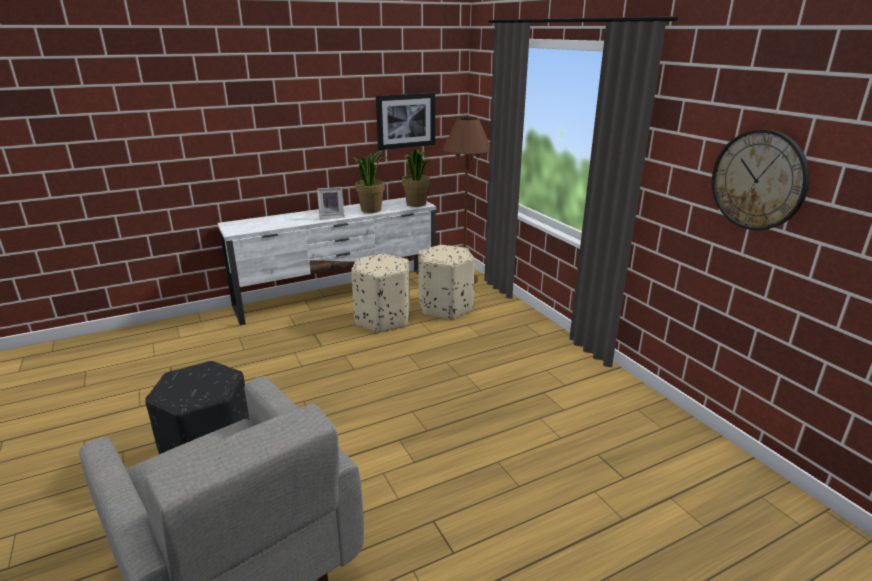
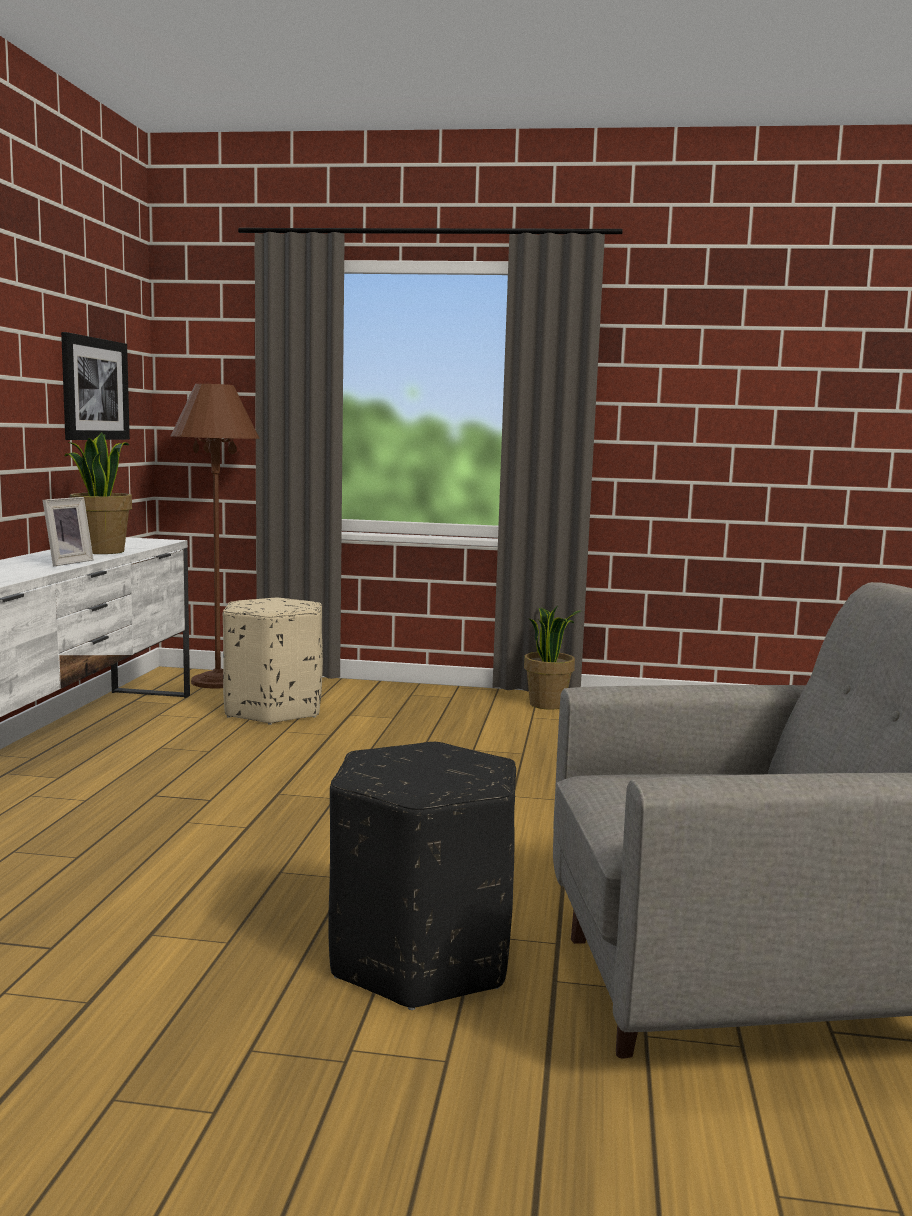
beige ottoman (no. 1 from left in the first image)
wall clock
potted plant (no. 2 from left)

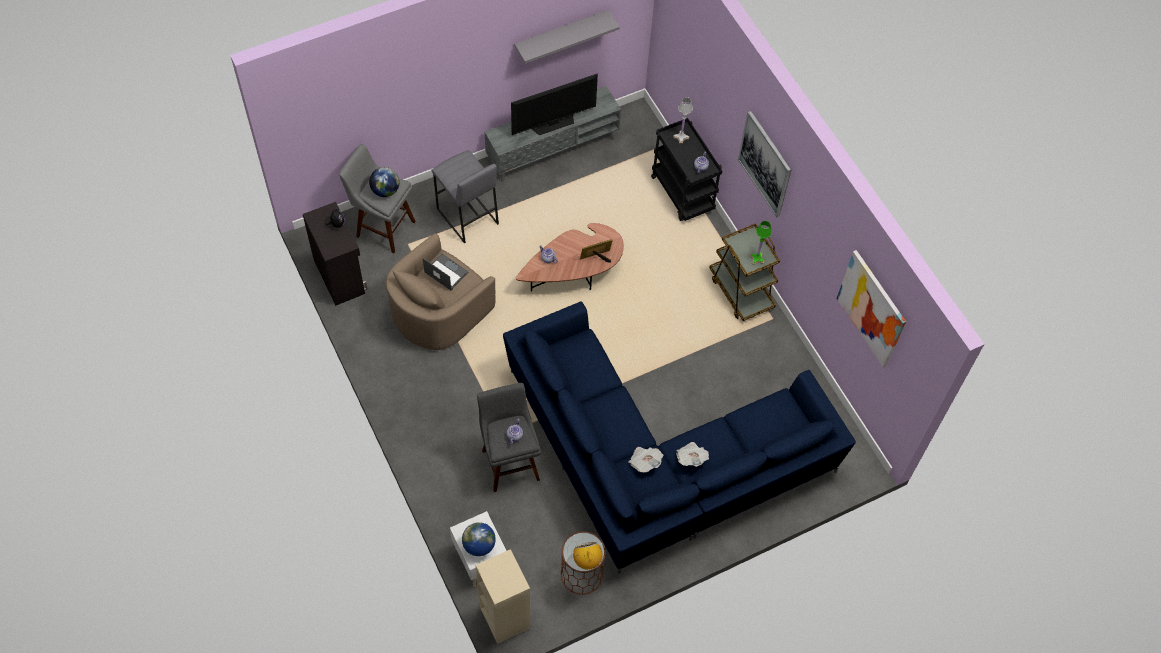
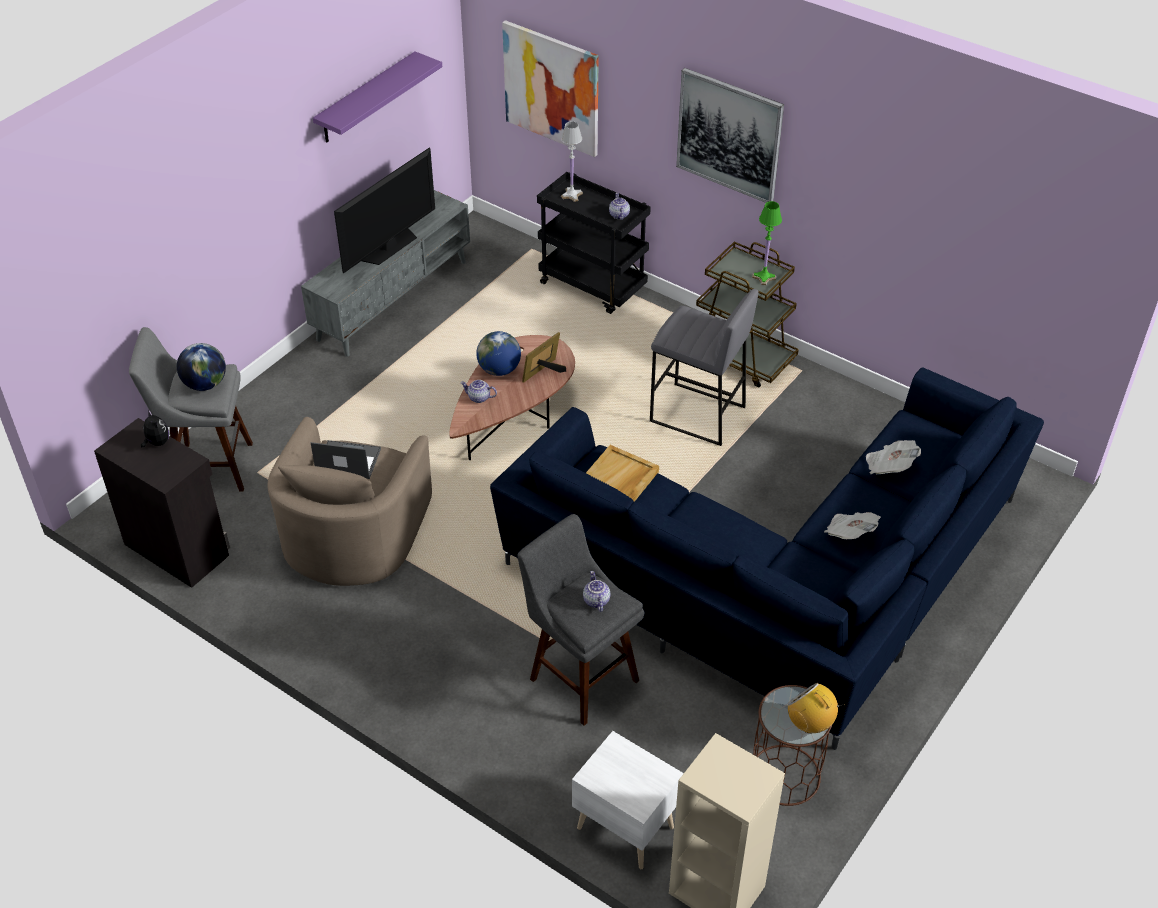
beige tray
grey stool (no. 3 from left)
globe (no. 2 from left)
newspaper (no. 2 from left)
picture (no. 1 from left)
purple shelf

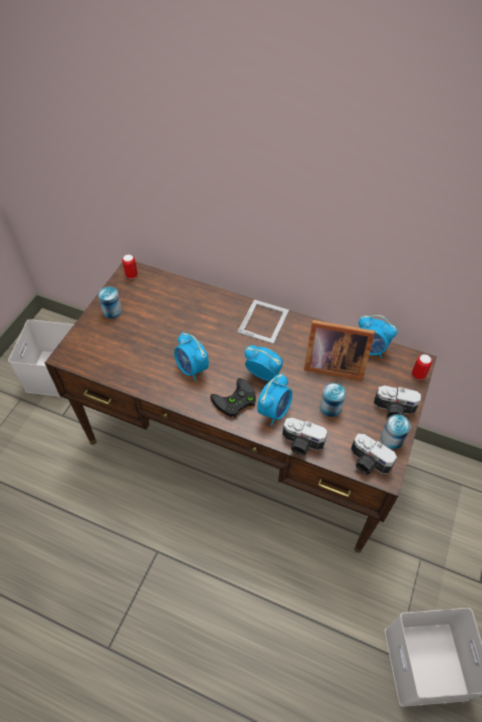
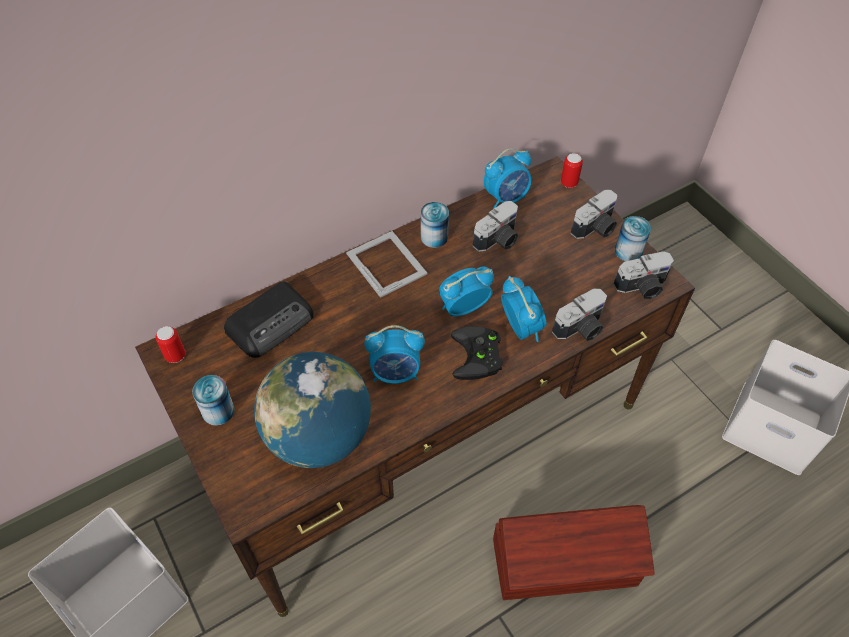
radio
globe
brown storage box
can (no. 3 from left)
photo camera (no. 1 from left)

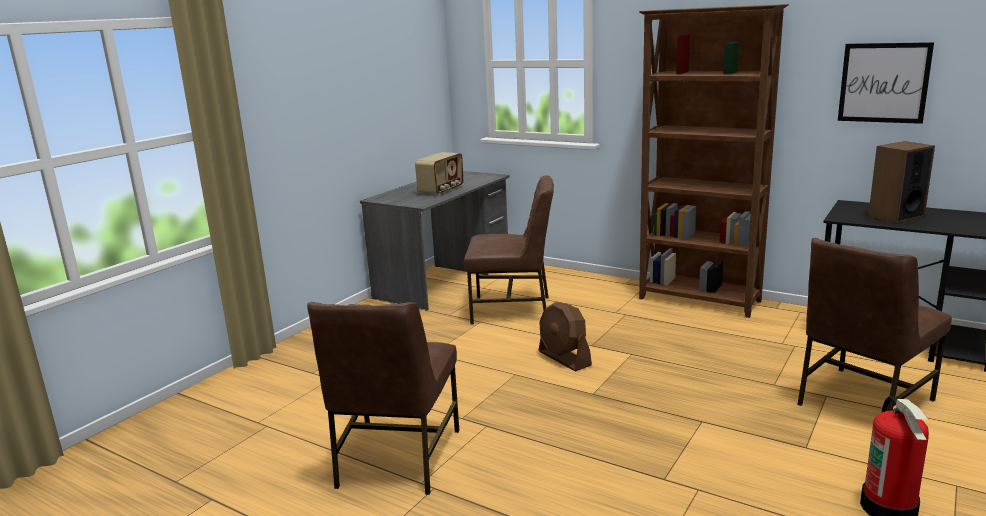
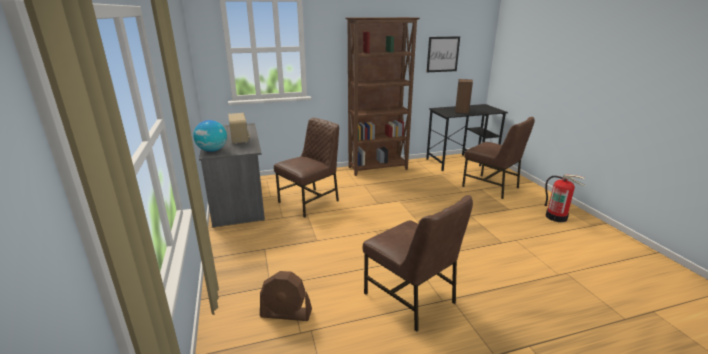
globe
brown fan
brown chair (no. 3 from left)

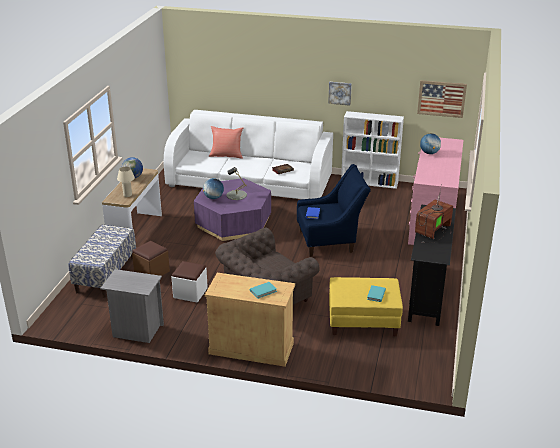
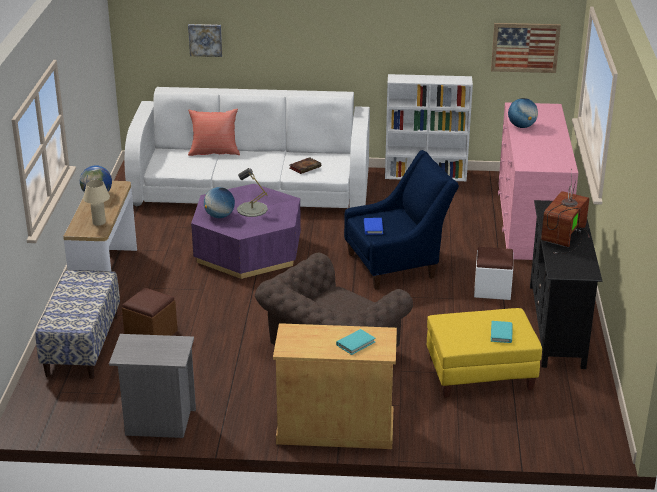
white ottoman
picture (no. 1 from left)

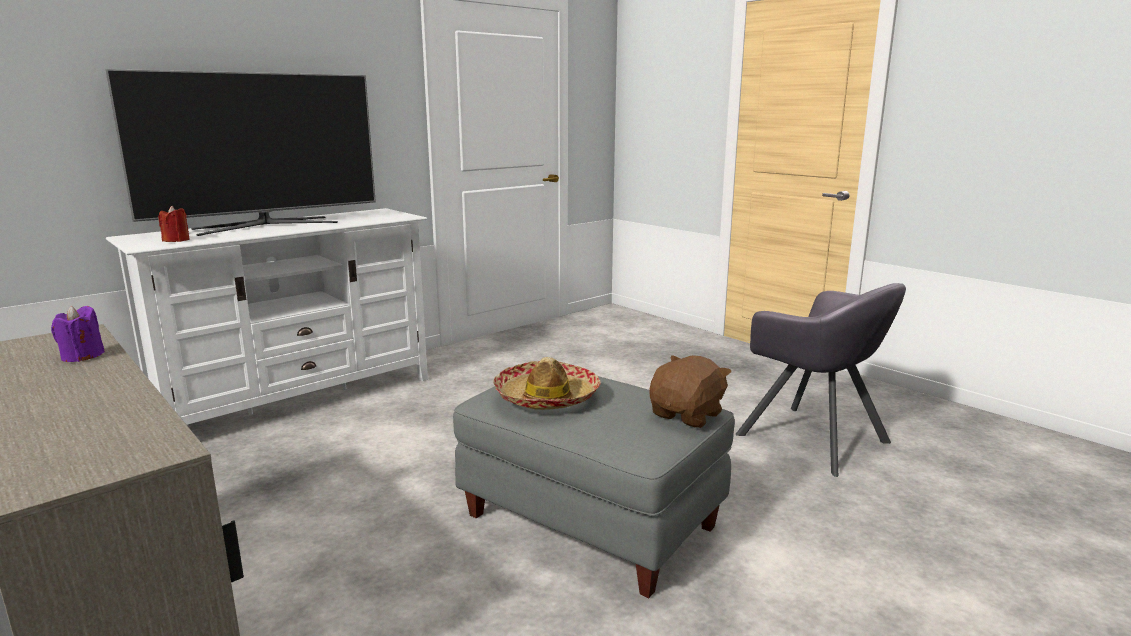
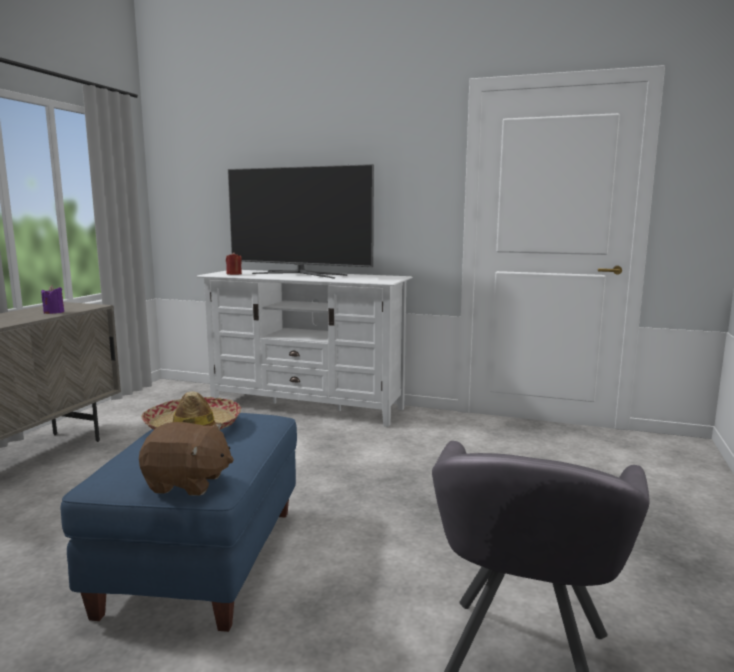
blue ottoman

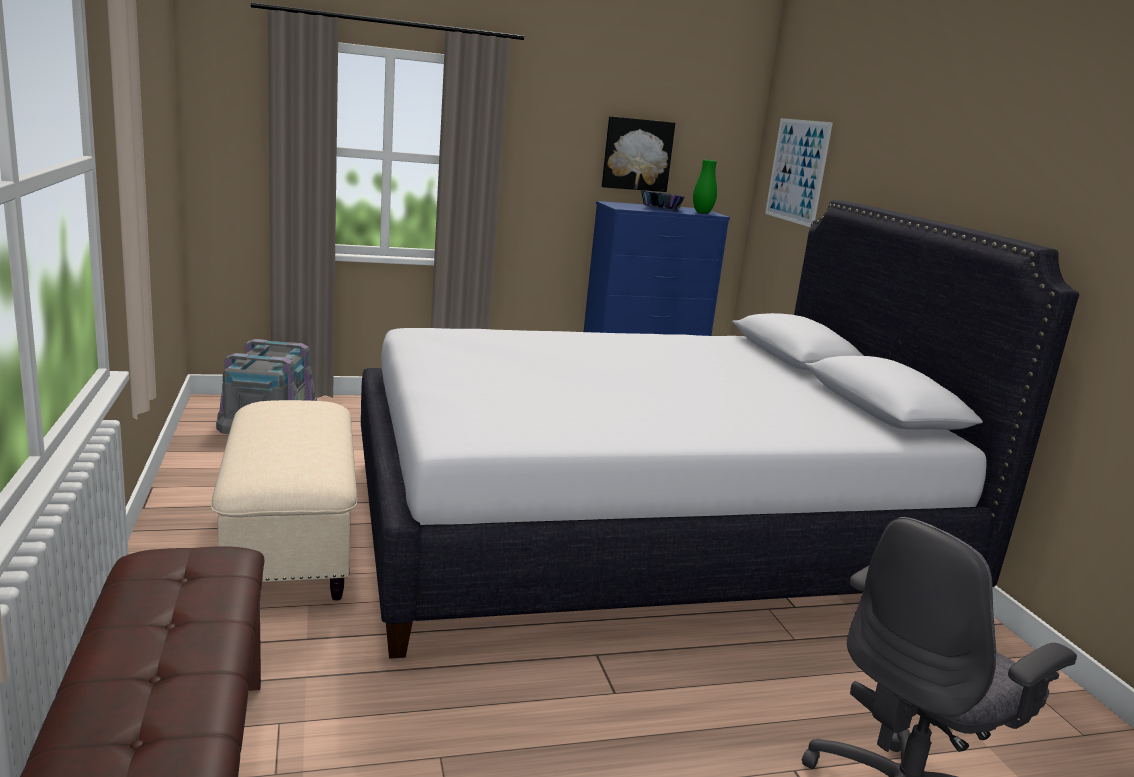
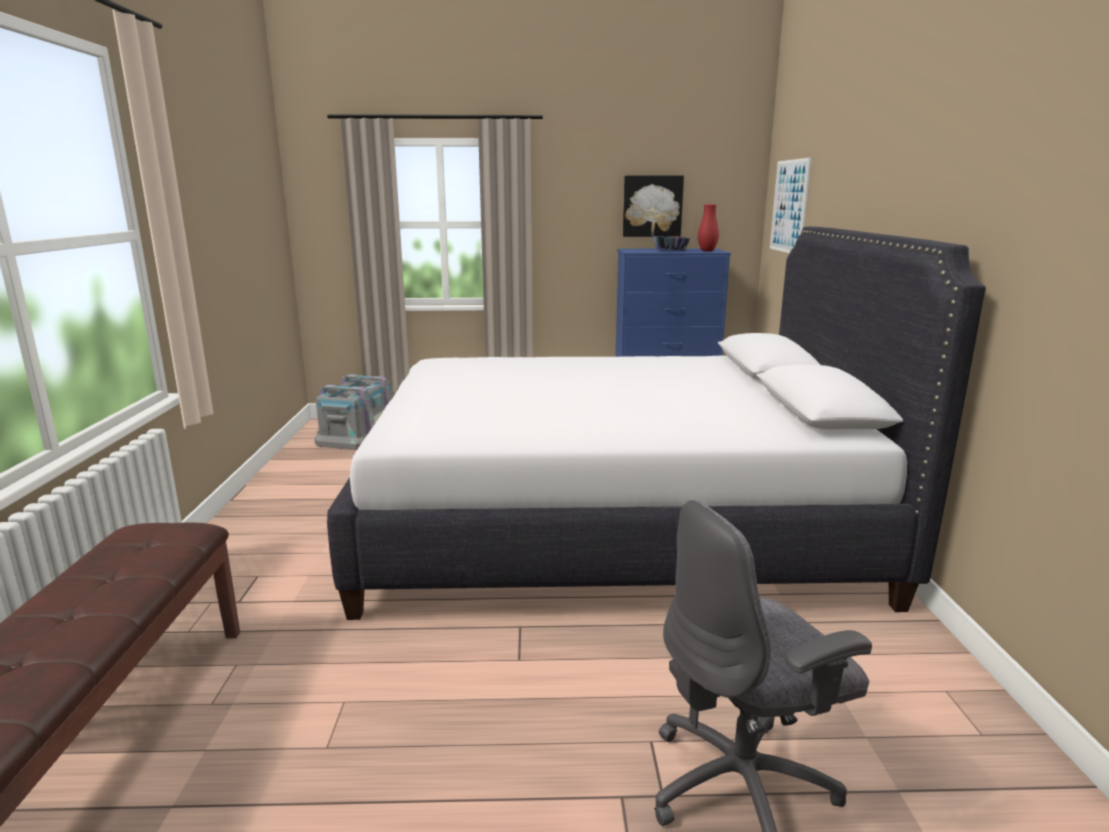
beige ottoman
red vase

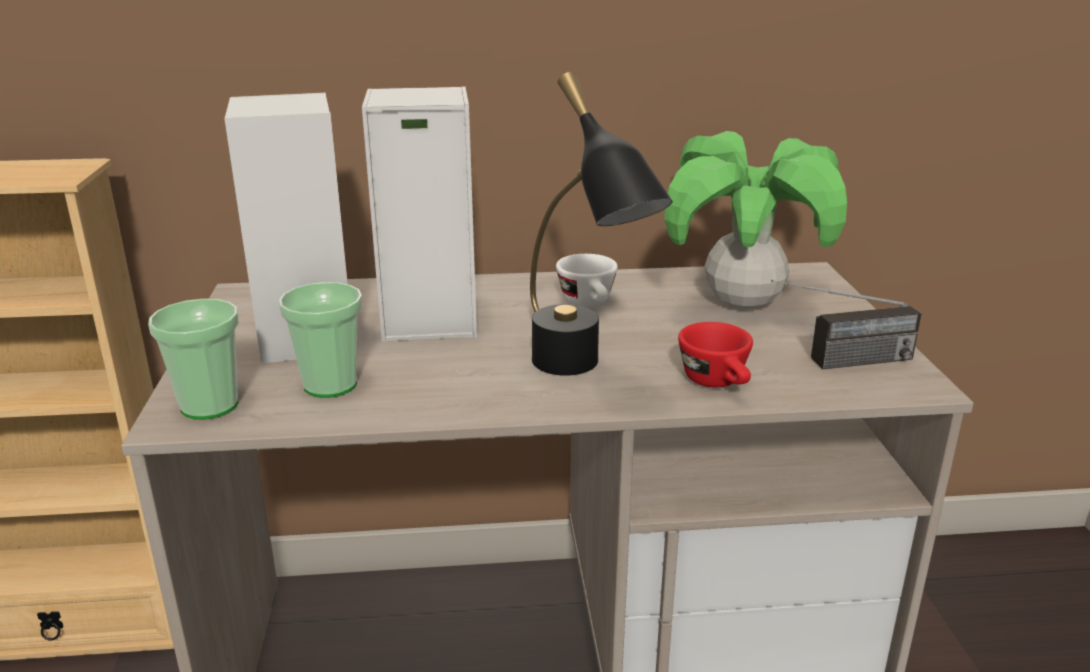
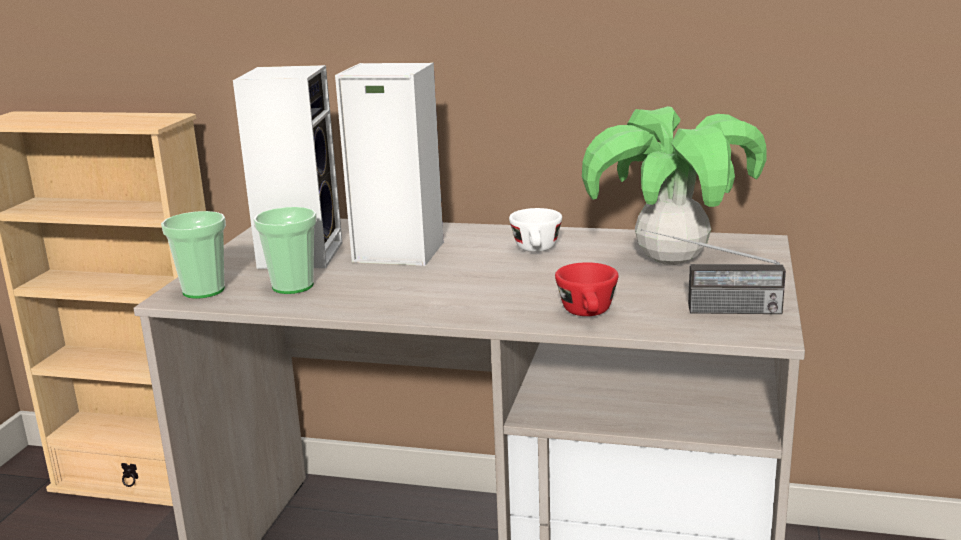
black table lamp

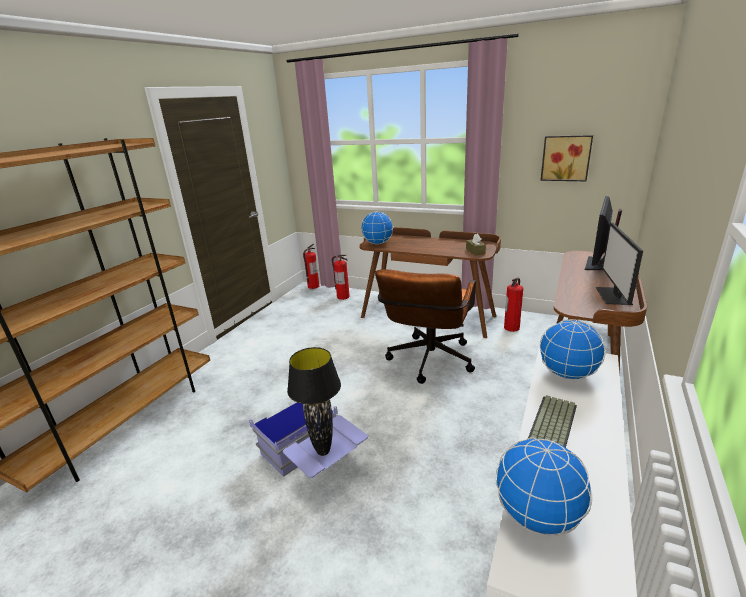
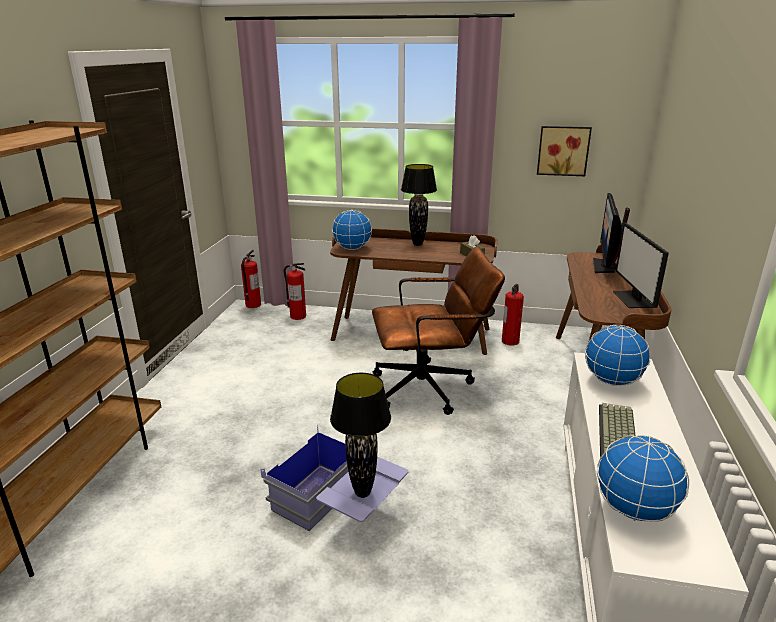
black table lamp (no. 2 from left)
brown office chair

